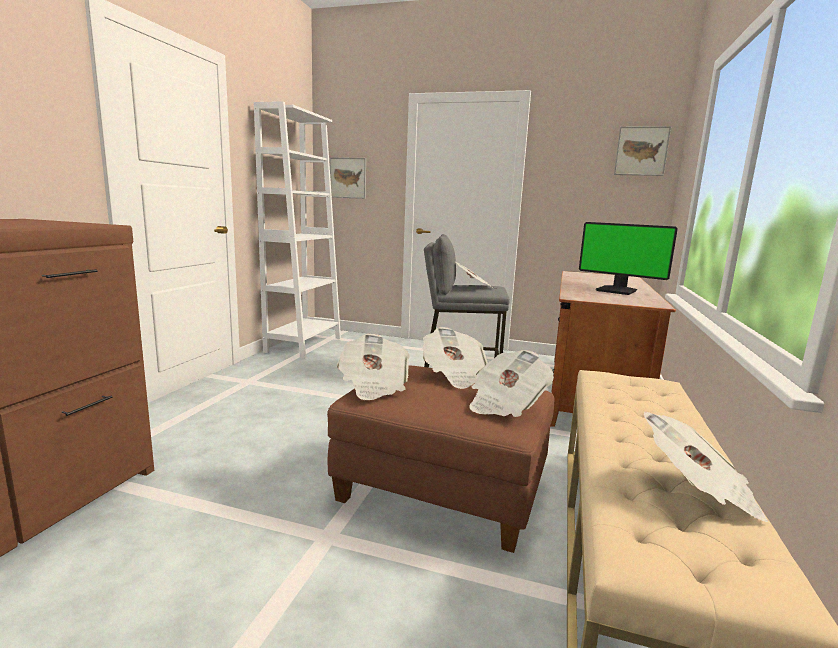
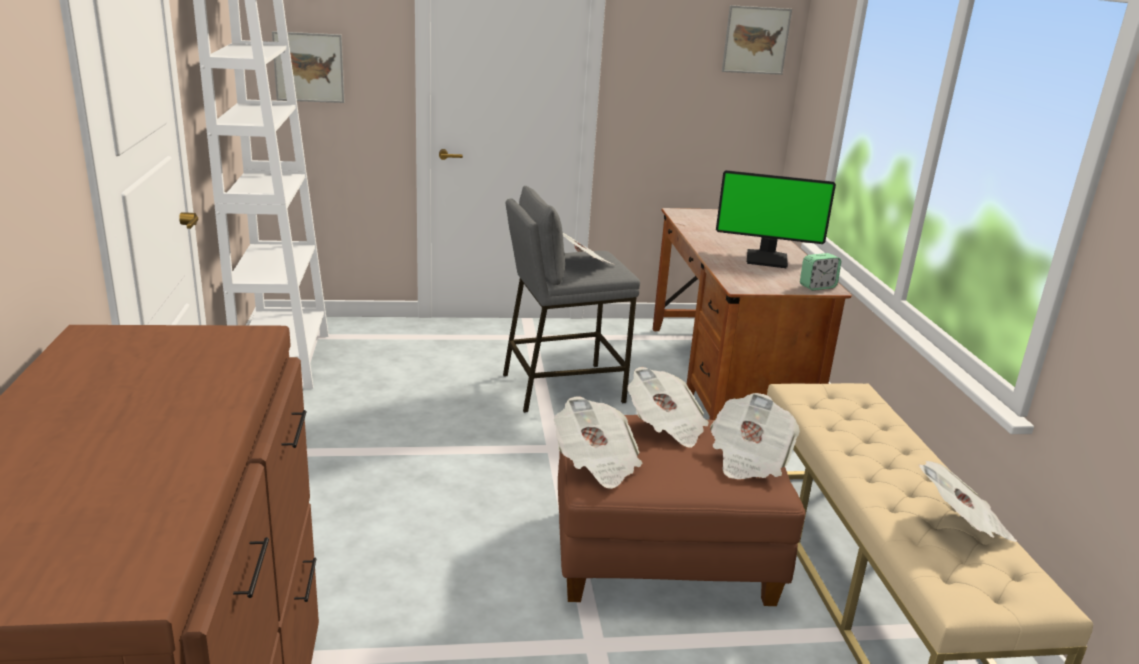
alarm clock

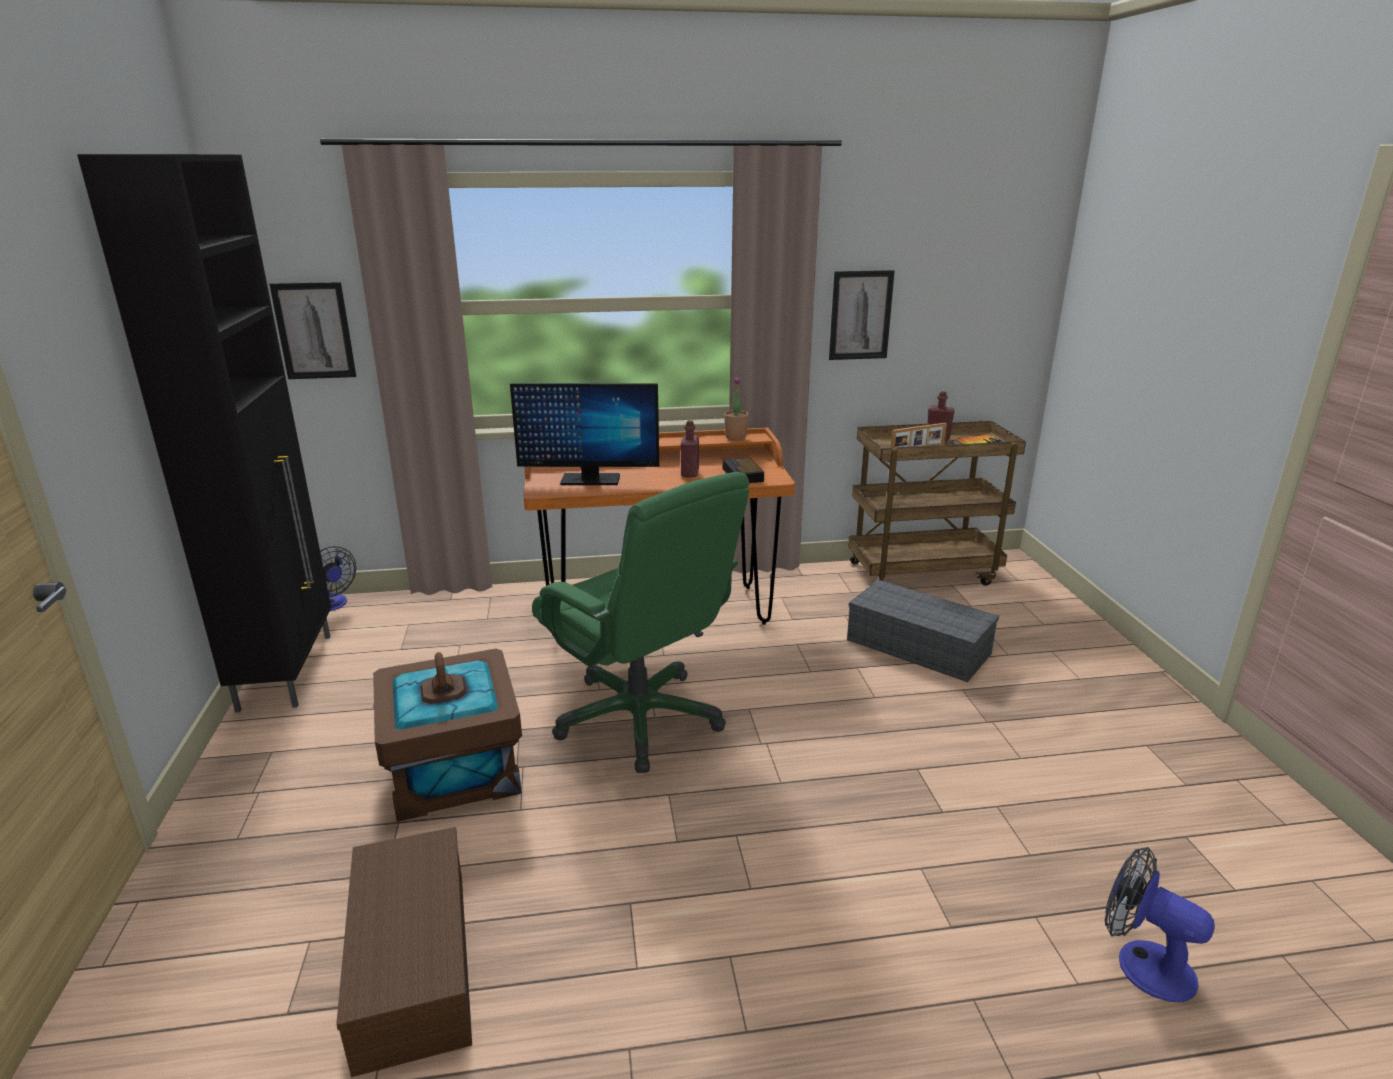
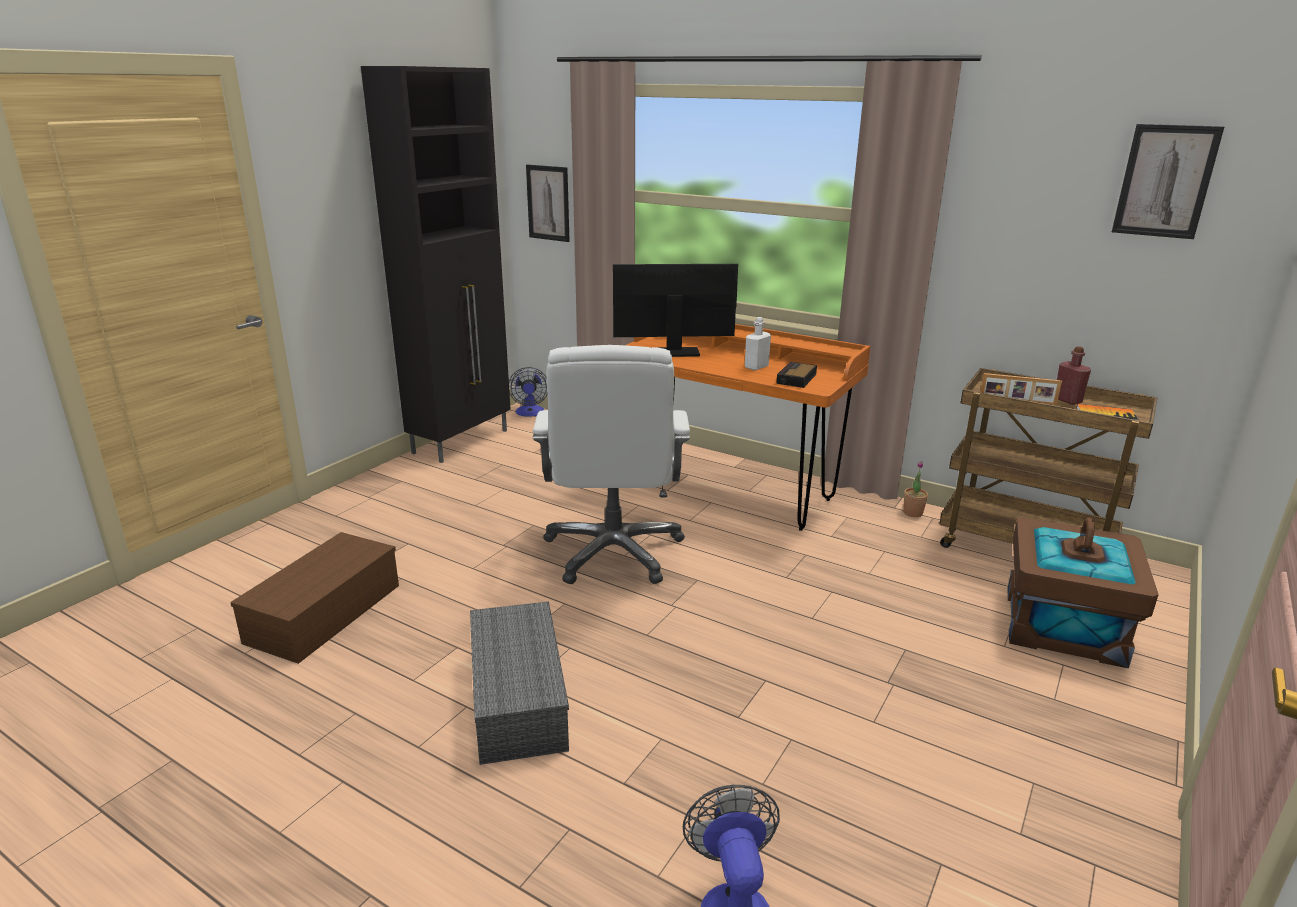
brown storage box (no. 2 from left)
potted plant
picture (no. 2 from left)
grey storage box
white office chair
white bottle
monitor

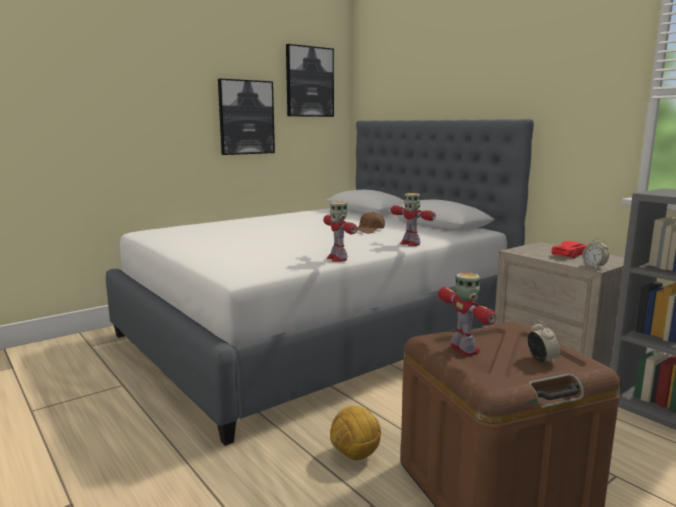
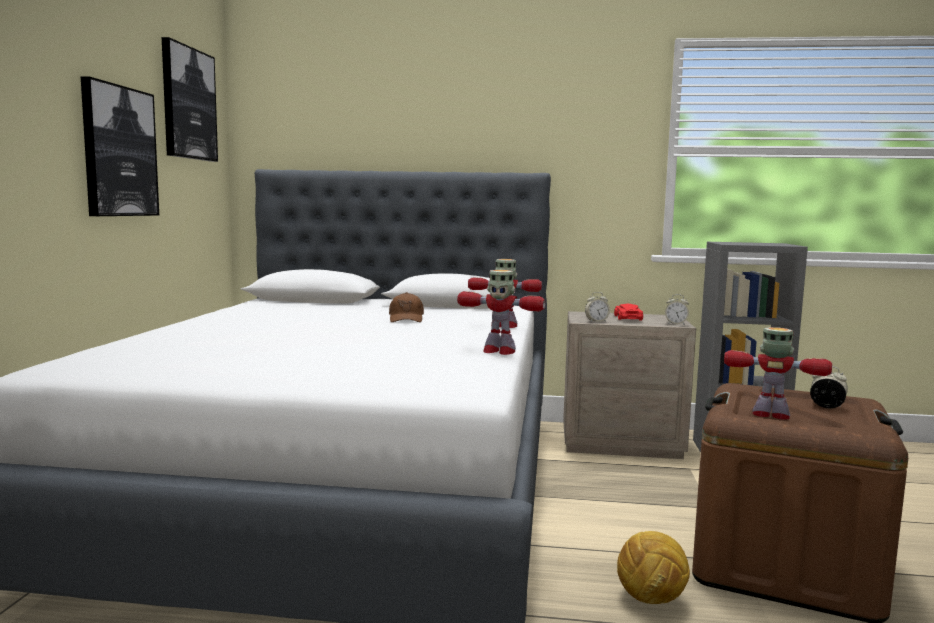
alarm clock (no. 1 from left)

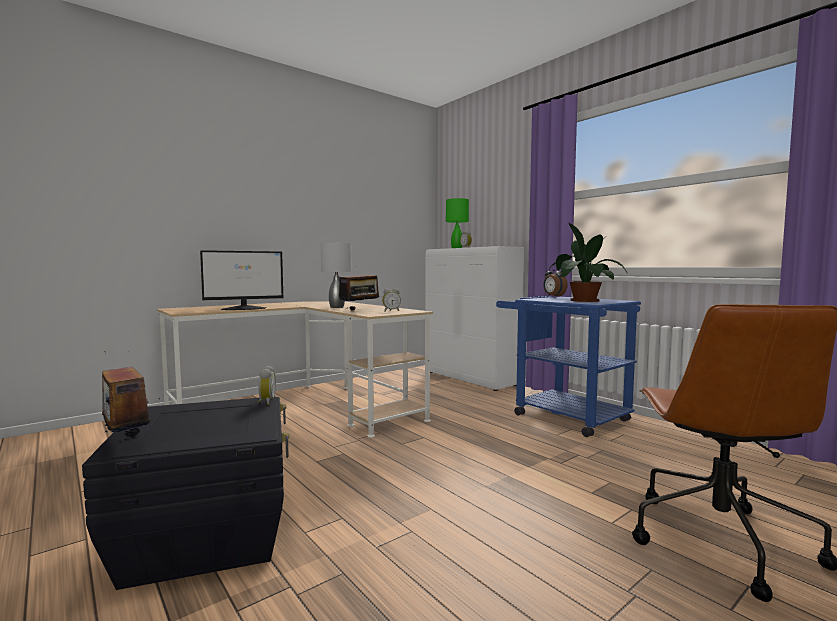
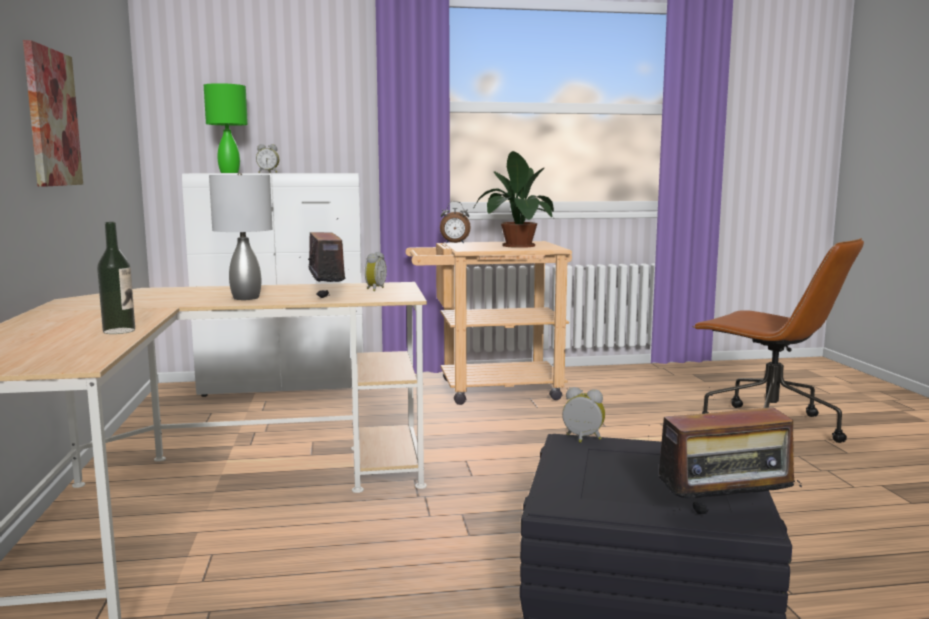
picture
bottle
beige cart

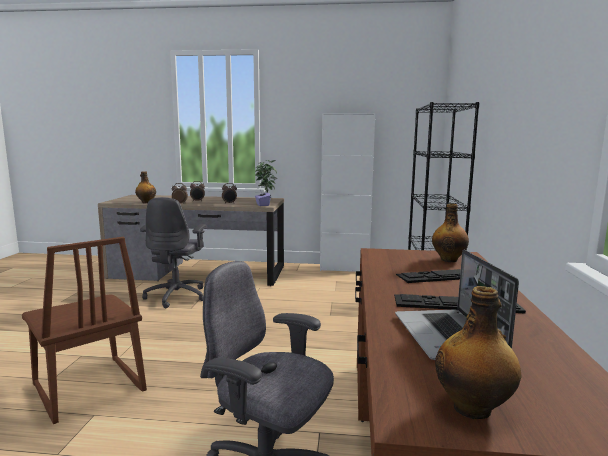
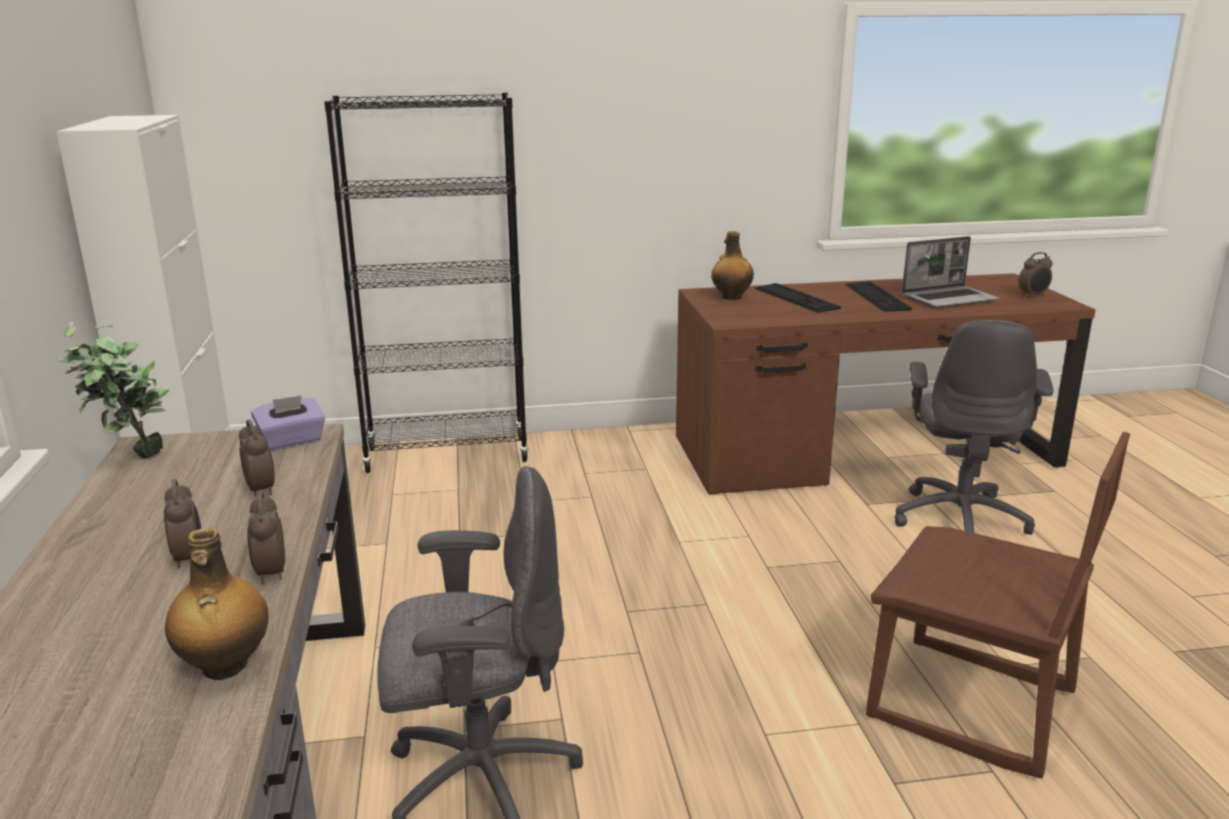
alarm clock (no. 4 from left)
brown chair

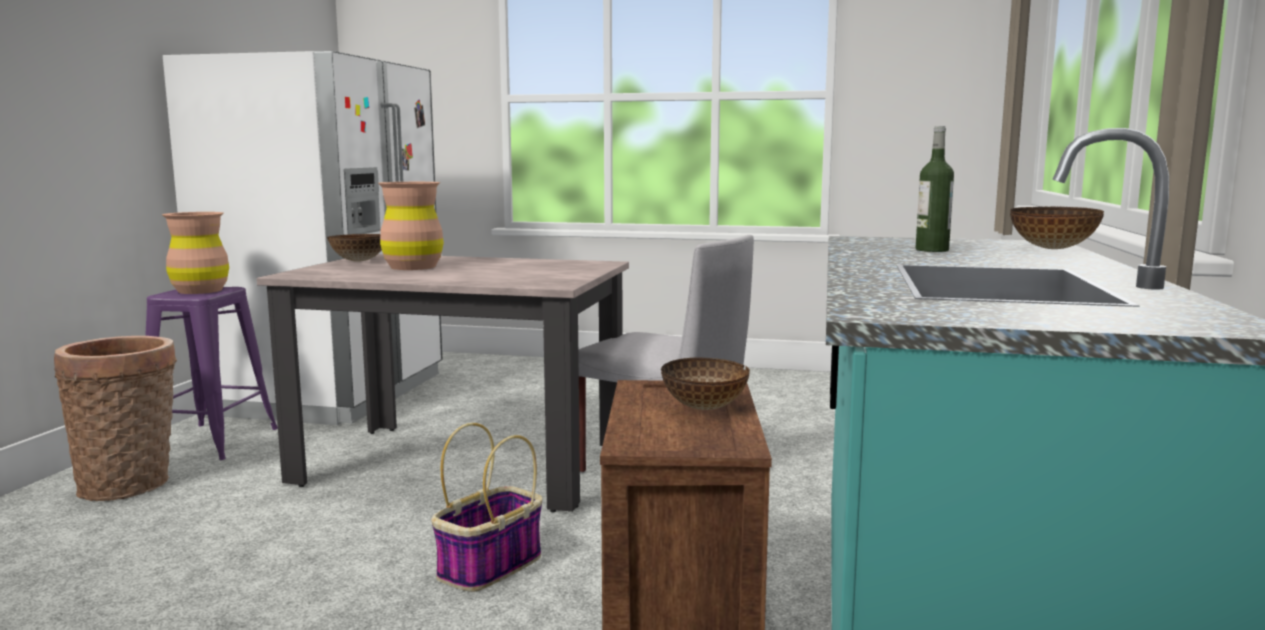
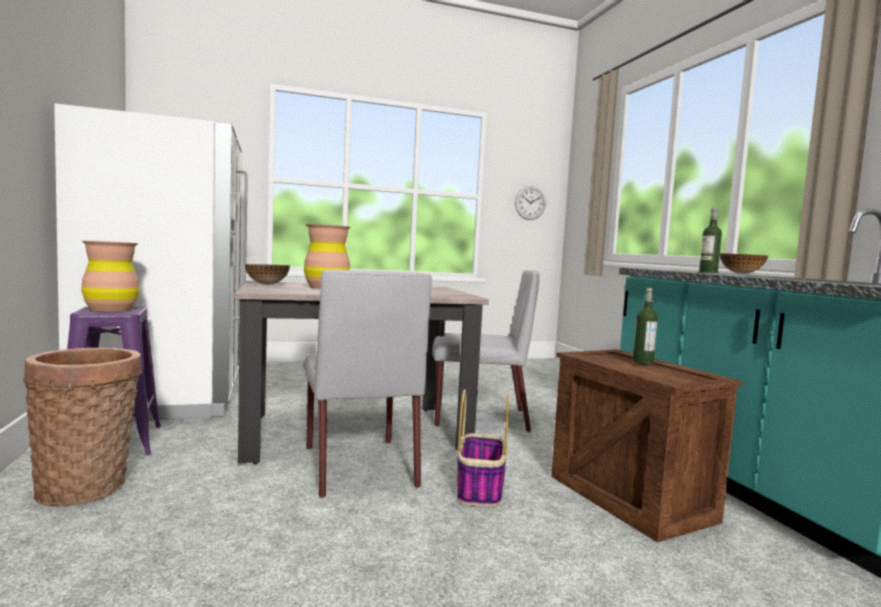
grey chair (no. 1 from left)
wall clock
bottle (no. 1 from left)

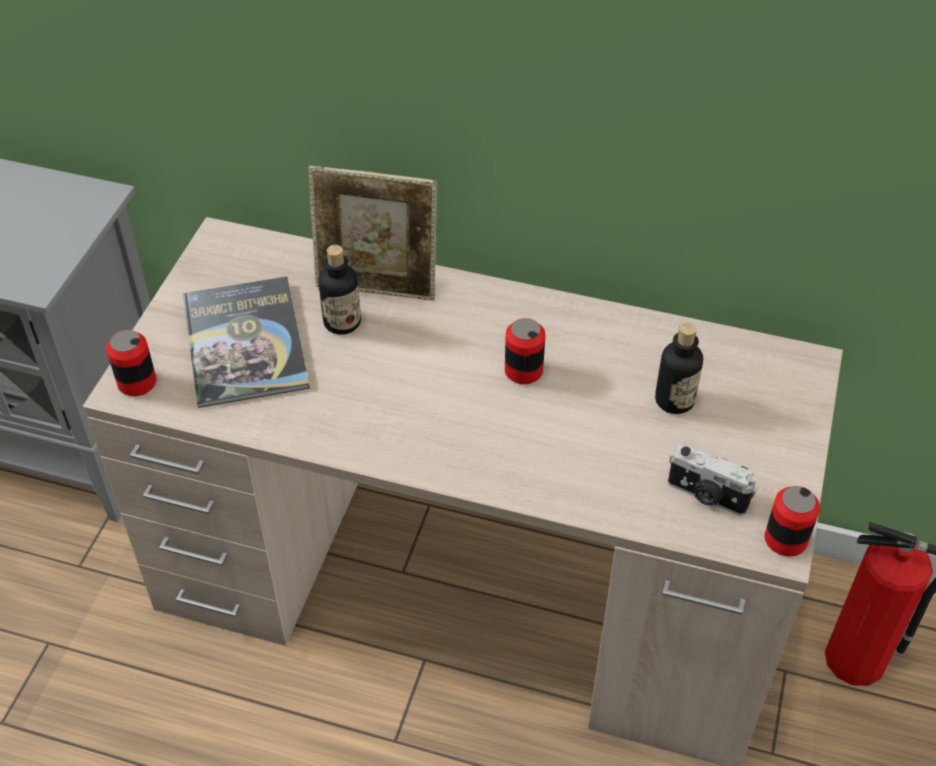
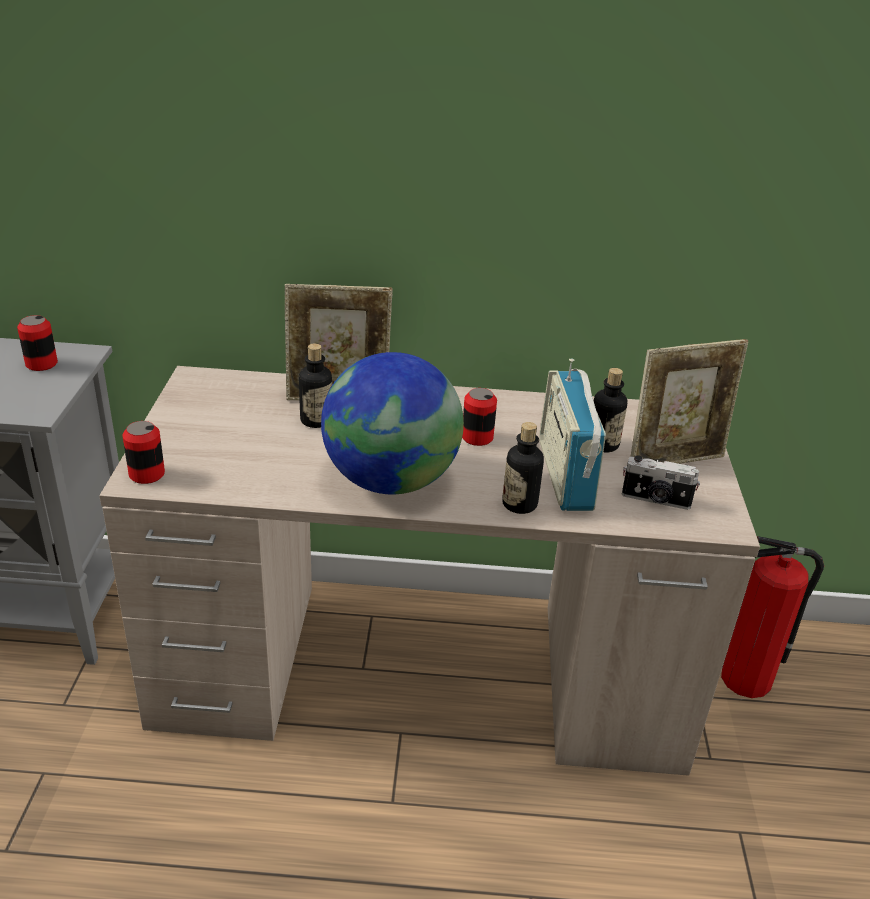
book
globe
bottle (no. 2 from left)
radio
picture frame (no. 2 from left)
can (no. 1 from left)

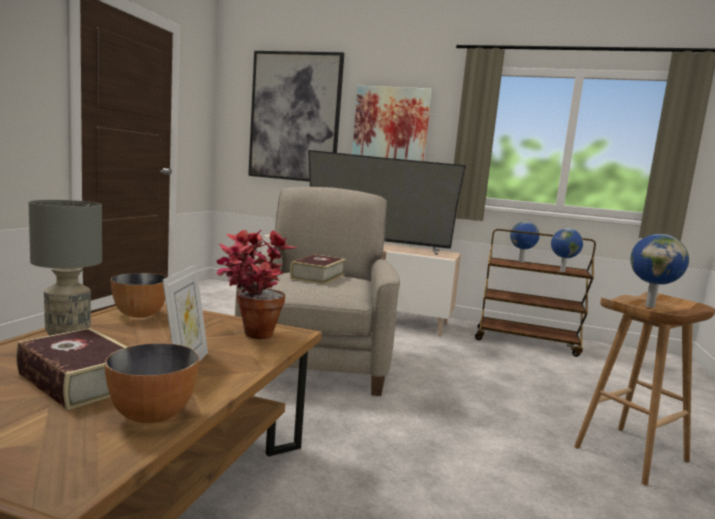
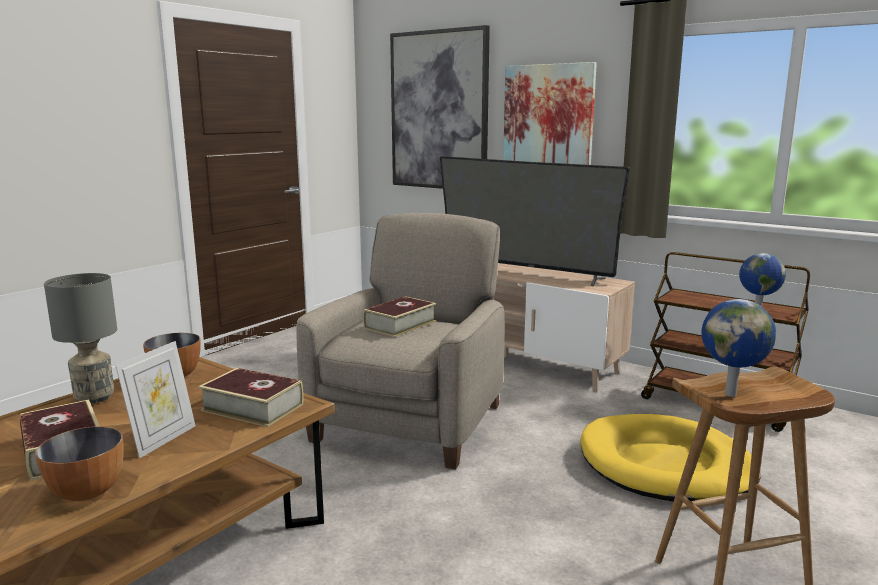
globe (no. 1 from left in the first image)
yellow dog bed
book (no. 2 from left)

